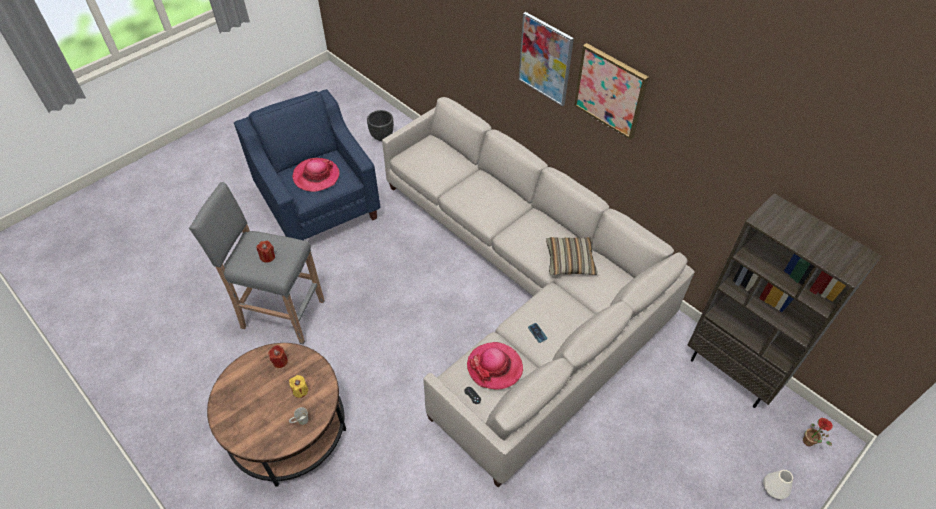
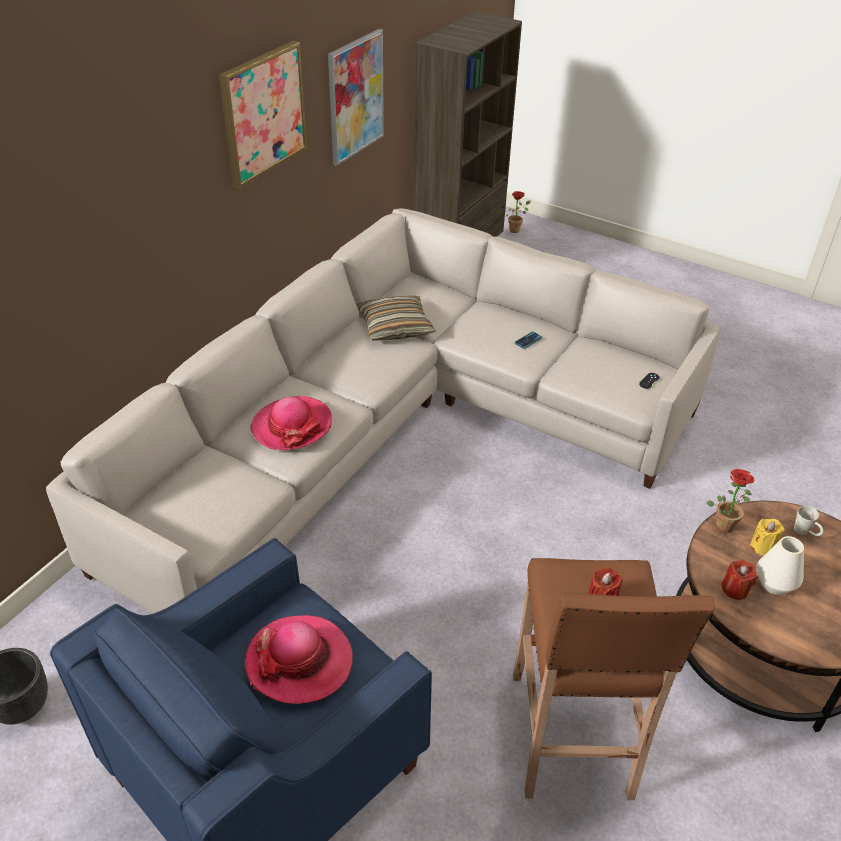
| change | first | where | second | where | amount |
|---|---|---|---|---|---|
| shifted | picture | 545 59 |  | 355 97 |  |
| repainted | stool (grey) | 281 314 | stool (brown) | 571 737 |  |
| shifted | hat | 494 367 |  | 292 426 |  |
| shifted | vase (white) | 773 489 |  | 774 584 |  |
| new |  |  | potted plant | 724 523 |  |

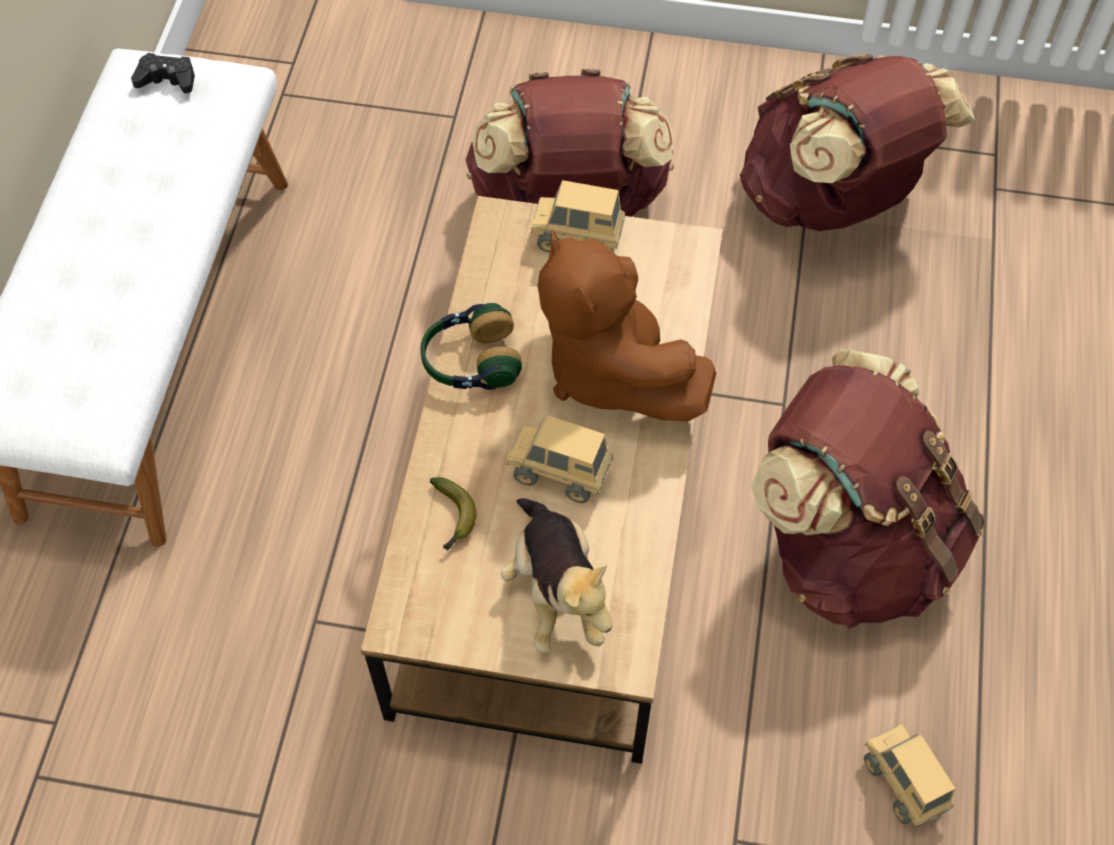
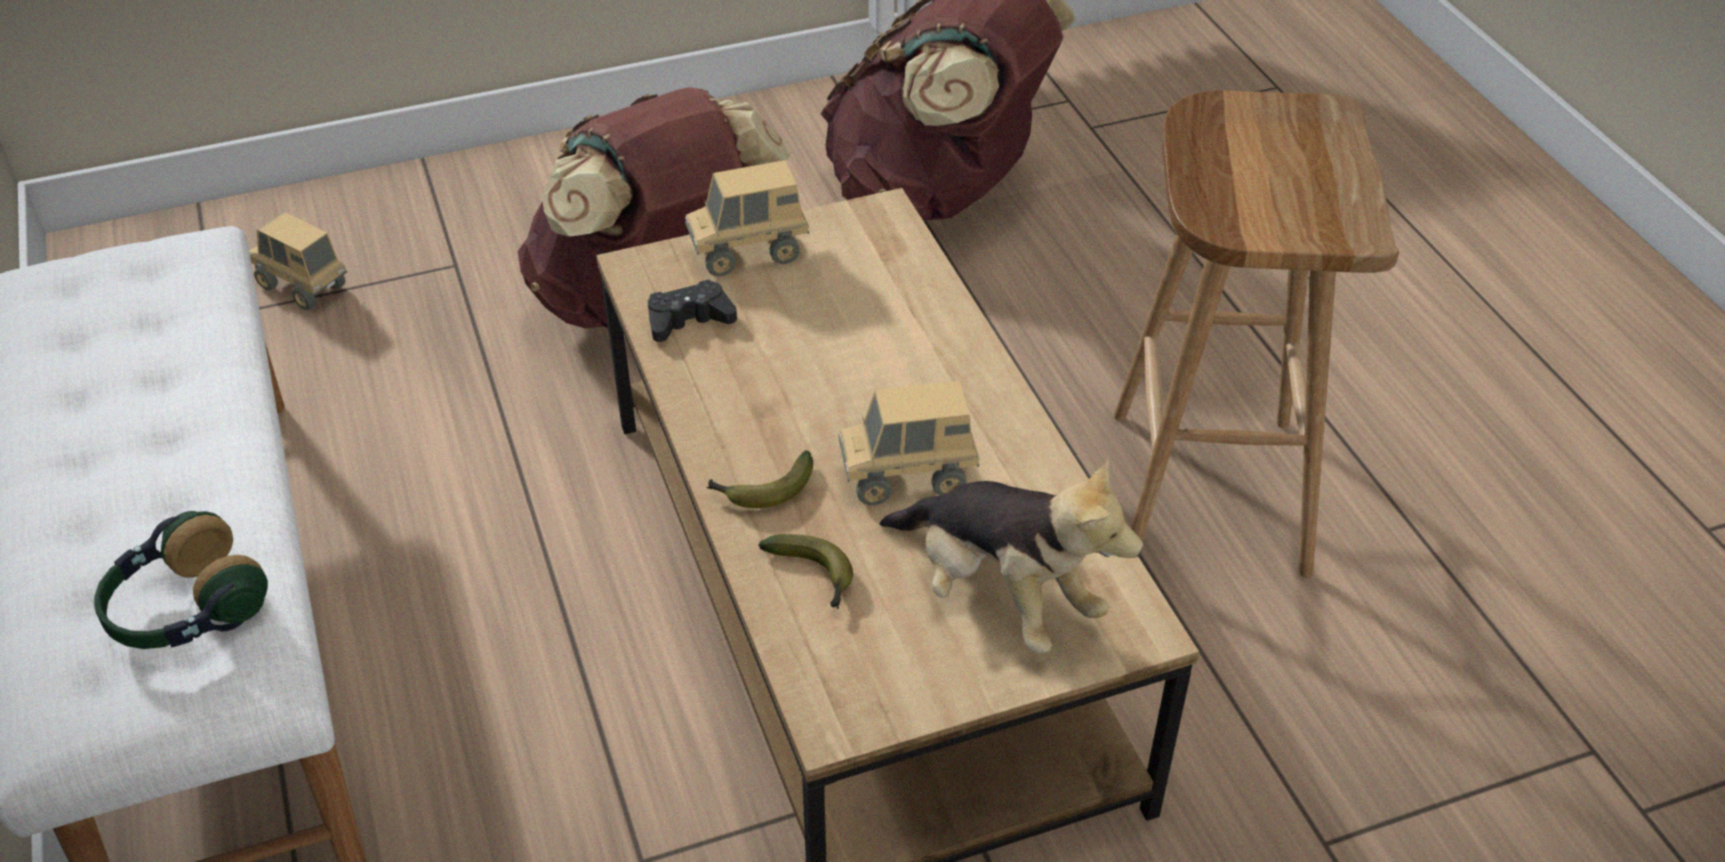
| change | first | where | second | where | amount |
|---|---|---|---|---|---|
| shifted | game controller (black) | 167 79 |  | 689 320 |  |
| gone | plush toy (brown) | 611 368 |  |  |  |
| shifted | headphones | 470 362 |  | 186 610 |  |
| swapped | backpack (brown) | 850 544 | stool (brown) | 1205 489 |  |
| shifted | toy truck | 902 784 |  | 303 287 |  |
| new |  |  | banana | 762 491 |  |

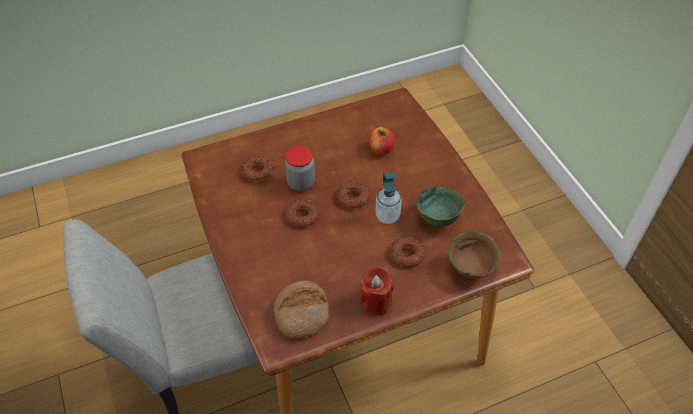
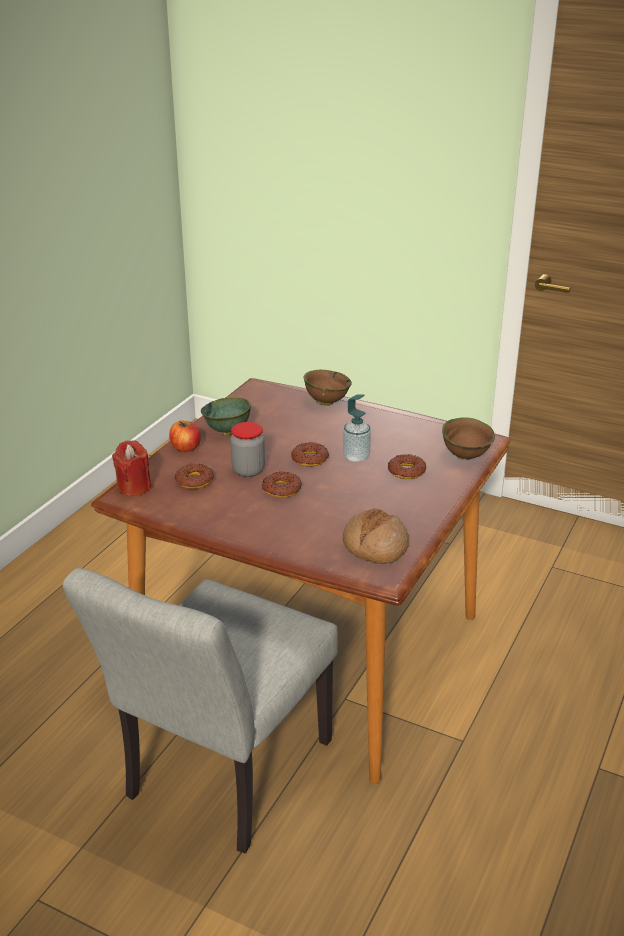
| change | first | where | second | where | amount |
|---|---|---|---|---|---|
| shifted | apple | 381 149 |  | 186 448 |  |
| shifted | bowl (green) | 437 219 |  | 227 432 |  |
| shifted | candle (red) | 375 302 |  | 134 487 |  |
| new |  |  | bowl (brown) | 326 402 |  |

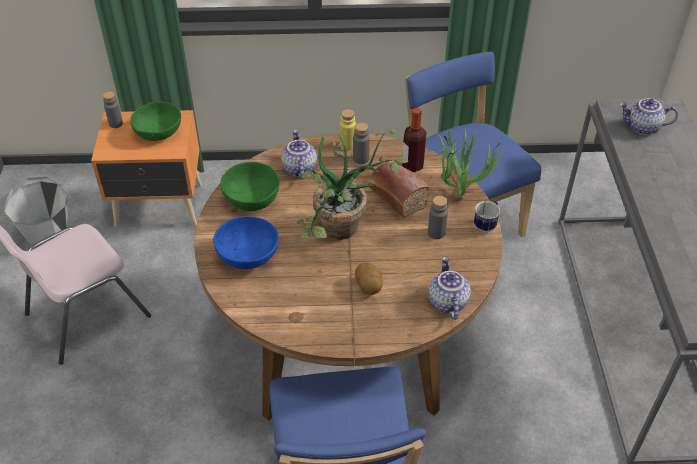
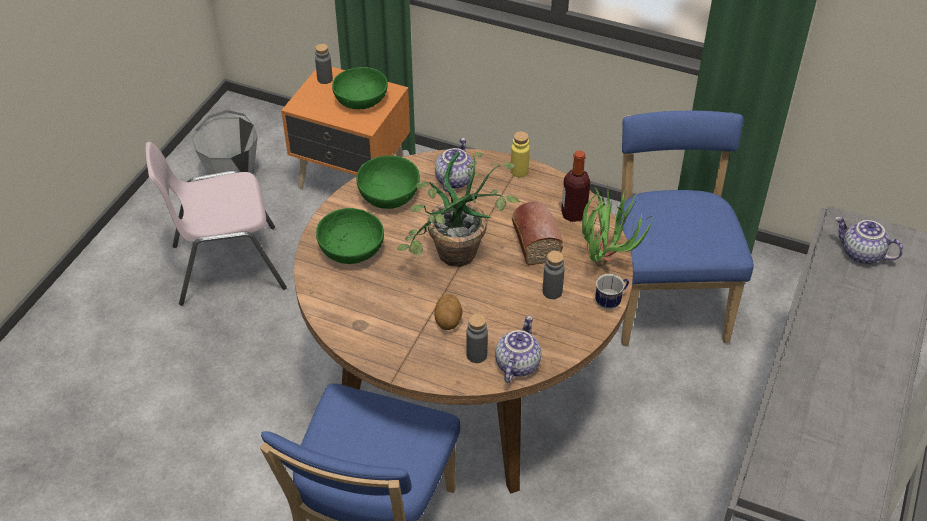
| change | first | where | second | where | amount |
|---|---|---|---|---|---|
| shifted | bottle (grey) | 361 159 |  | 476 355 |  |
| repainted | bowl (blue) | 248 256 | bowl (green) | 351 250 |  |

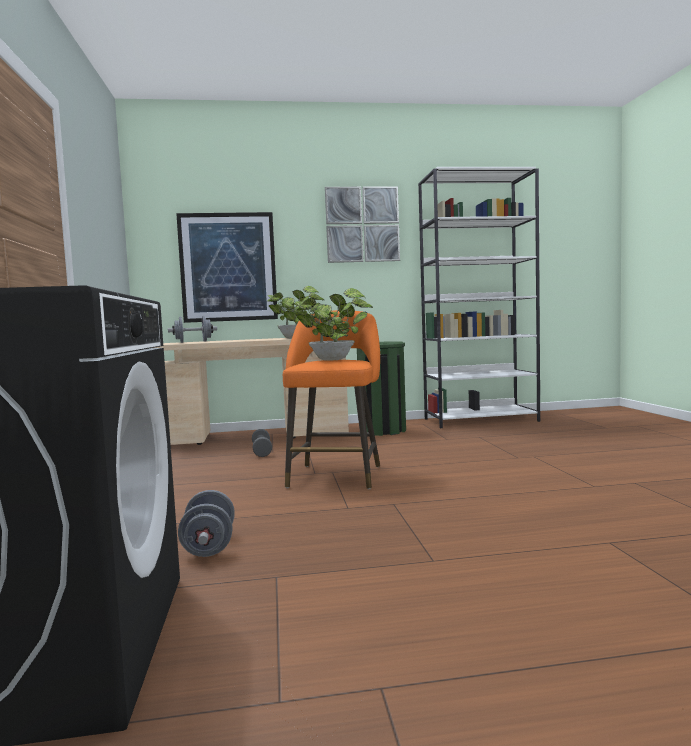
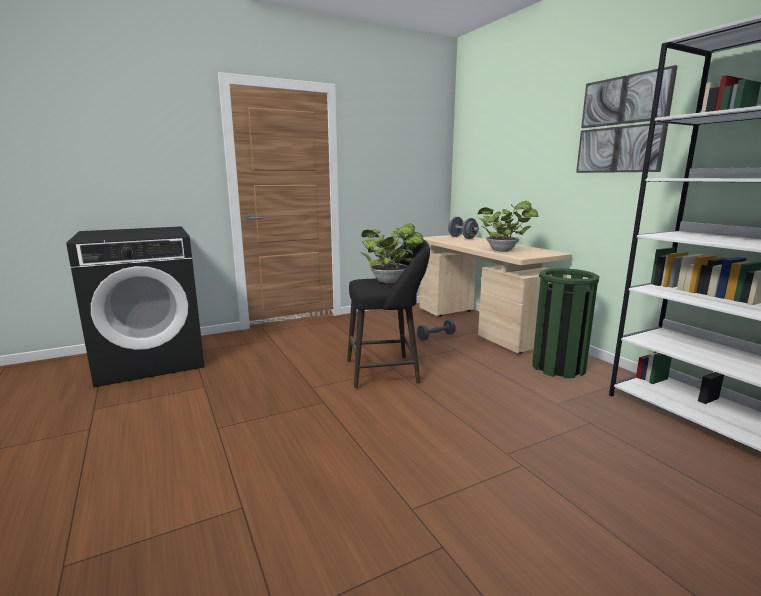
| change | first | where | second | where | amount |
|---|---|---|---|---|---|
| gone | picture | 228 267 |  |  |  |
| repainted | stool (orange) | 336 475 | stool (black) | 387 372 |  |
| gone | dumbbell (grey) | 209 546 |  |  |  |

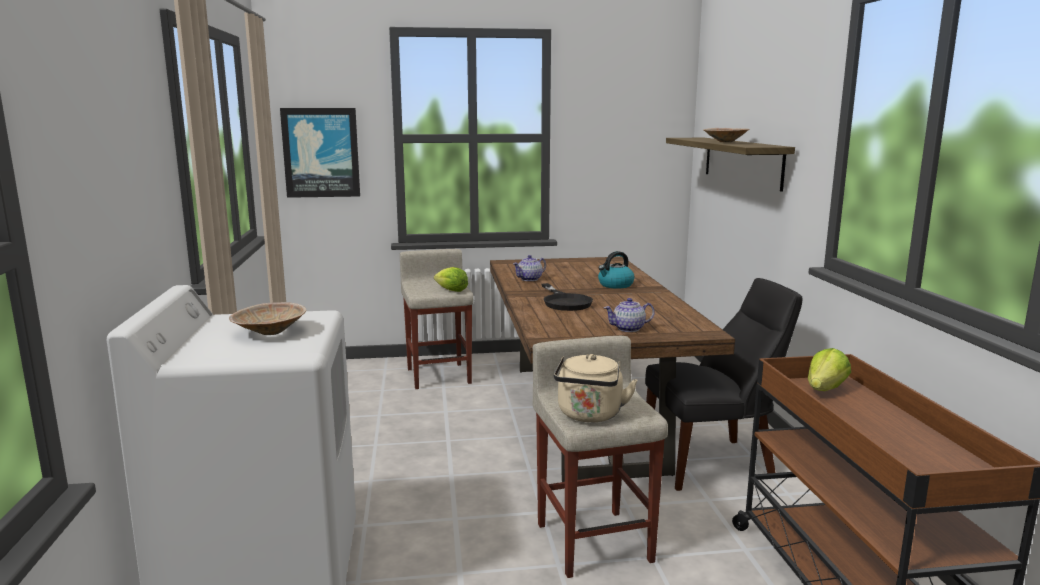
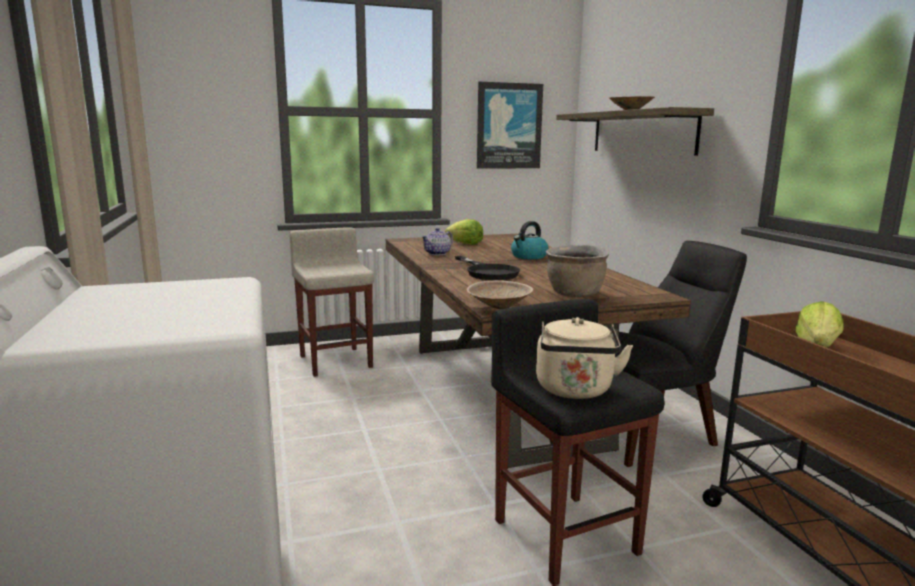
| change | first | where | second | where | amount |
|---|---|---|---|---|---|
| shifted | picture | 321 152 |  | 509 126 |  |
| shifted | lettuce | 451 290 |  | 465 244 |  |
| swapped | teapot | 629 329 | cooking pot (brown) | 575 295 |  |
| shifted | bowl (beige) | 269 333 |  | 498 307 |  |
| repainted | stool (beige) | 593 541 | stool (black) | 564 535 |  |

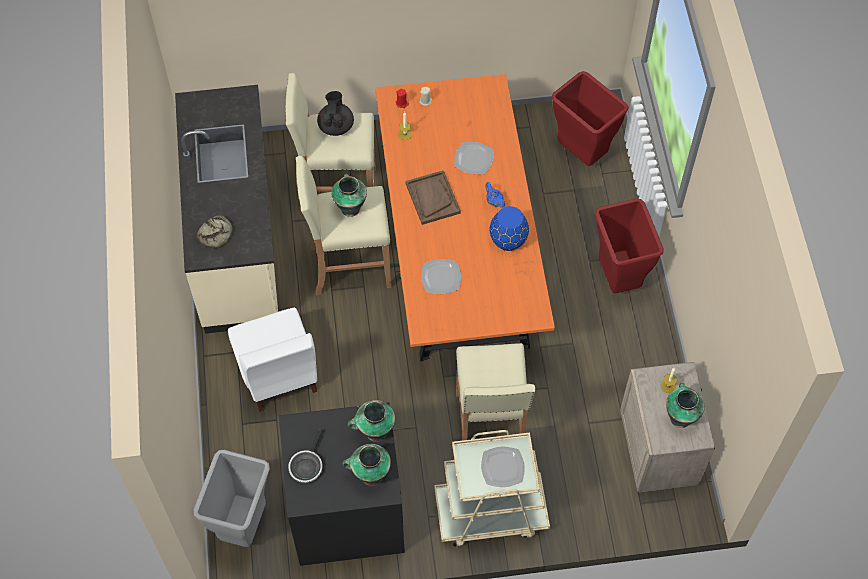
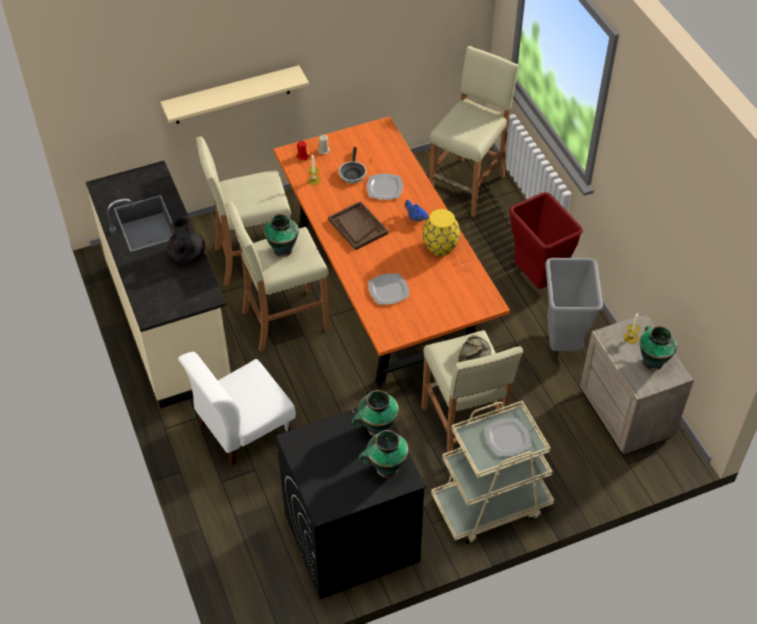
| change | first | where | second | where | amount |
|---|---|---|---|---|---|
| swapped | trash can (red) | 582 154 | stool (beige) | 468 186 |  |
| shifted | teapot (black) | 336 126 |  | 187 254 |  |
| repainted | vase (blue) | 508 240 | vase (yellow) | 441 247 |  |
| shifted | bread | 216 234 |  | 475 354 |  |
| rotated | chair (white) | 278 373 |  | 243 428 | 90 degrees clockwise |
| shifted | frying pan | 306 465 |  | 352 173 |  |
| shifted | trash can (grey) | 244 527 |  | 563 343 |  |
| new |  |  | shelf (beige) | 232 95 |  |

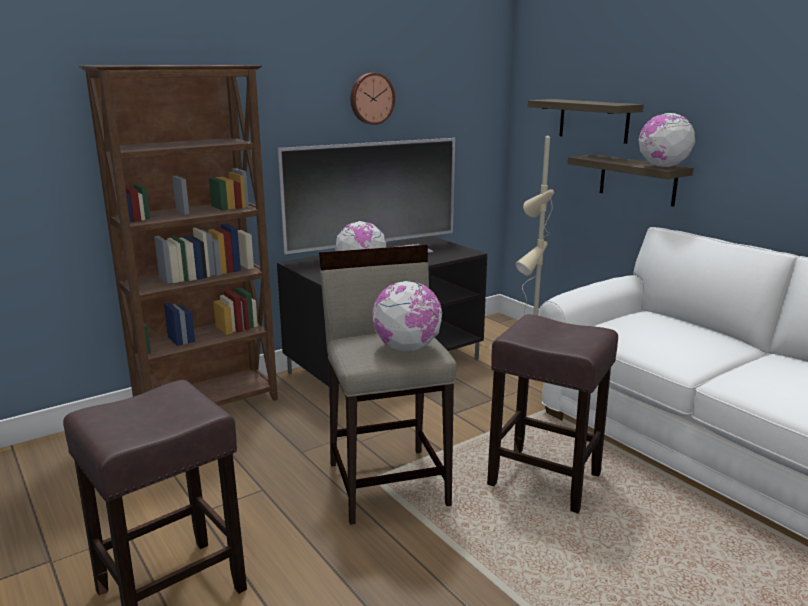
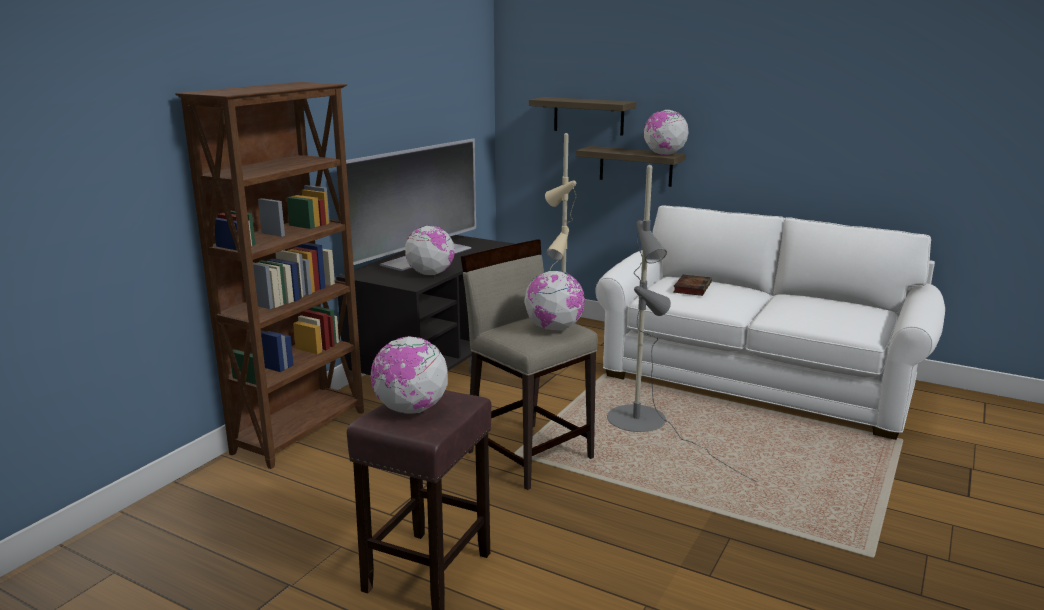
| change | first | where | second | where | amount |
|---|---|---|---|---|---|
| gone | wall clock | 371 98 |  |  |  |
| swapped | stool (brown) | 546 480 | floor lamp (grey) | 646 424 |  |
| new |  |  | book | 692 288 |  |
| new |  |  | globe | 411 410 |  |

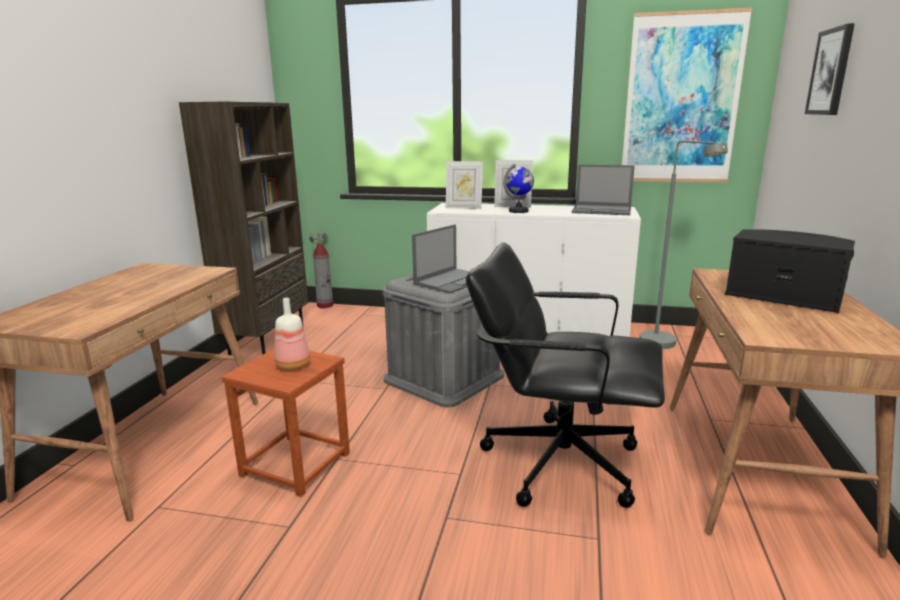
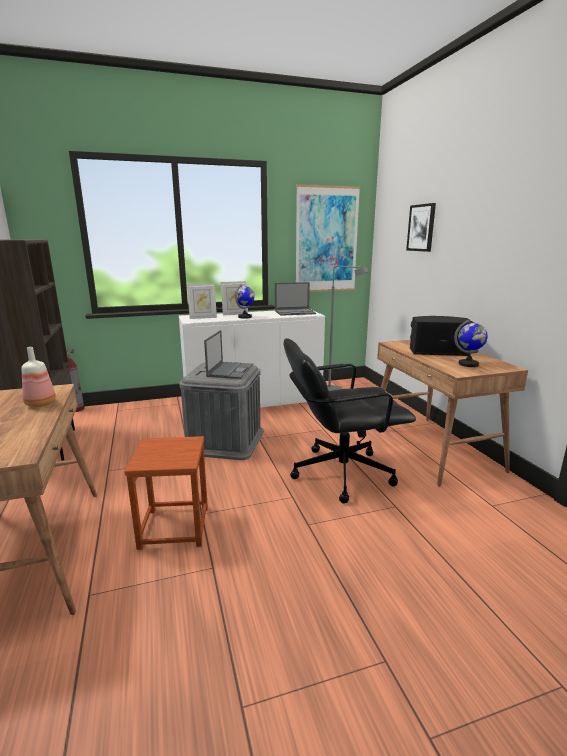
| change | first | where | second | where | amount |
|---|---|---|---|---|---|
| shifted | bottle | 294 366 |  | 41 404 |  |
| new |  |  | globe | 468 364 |  |

